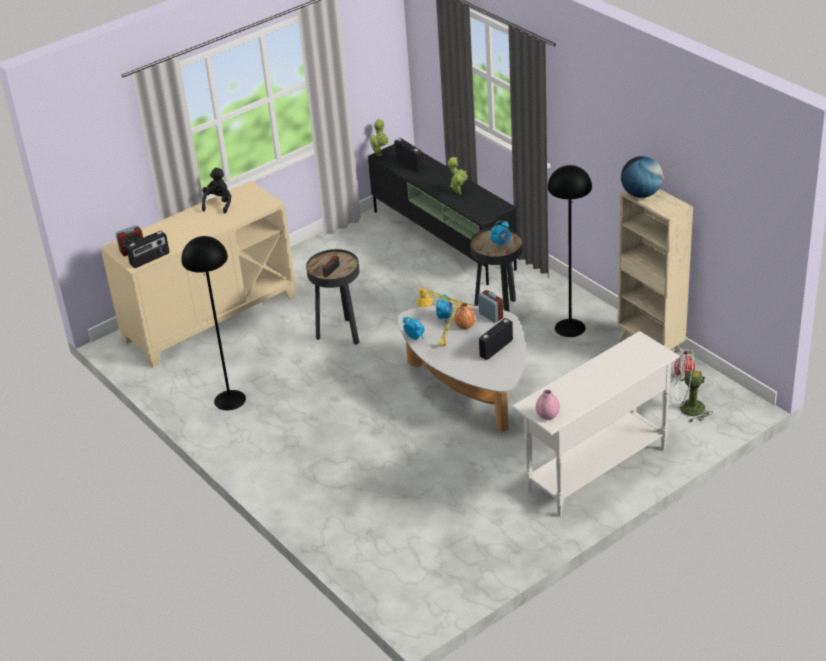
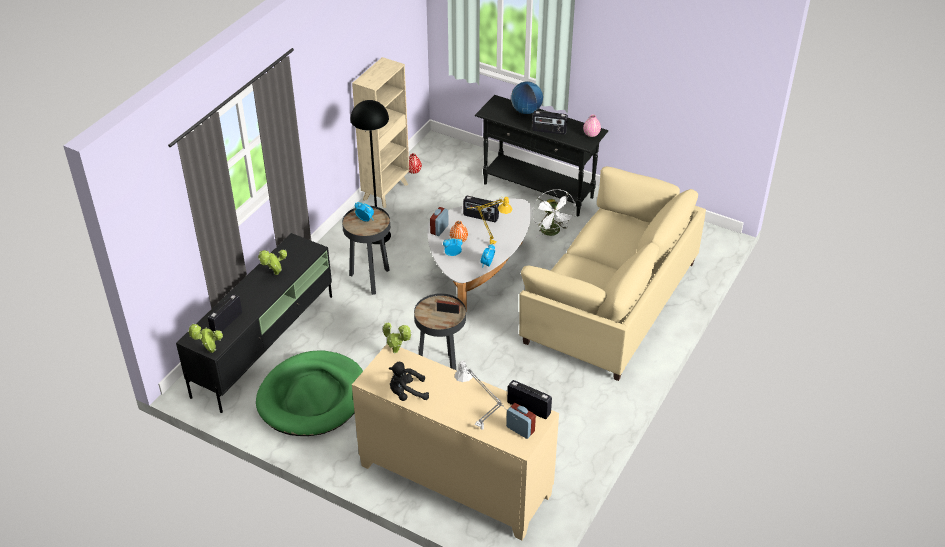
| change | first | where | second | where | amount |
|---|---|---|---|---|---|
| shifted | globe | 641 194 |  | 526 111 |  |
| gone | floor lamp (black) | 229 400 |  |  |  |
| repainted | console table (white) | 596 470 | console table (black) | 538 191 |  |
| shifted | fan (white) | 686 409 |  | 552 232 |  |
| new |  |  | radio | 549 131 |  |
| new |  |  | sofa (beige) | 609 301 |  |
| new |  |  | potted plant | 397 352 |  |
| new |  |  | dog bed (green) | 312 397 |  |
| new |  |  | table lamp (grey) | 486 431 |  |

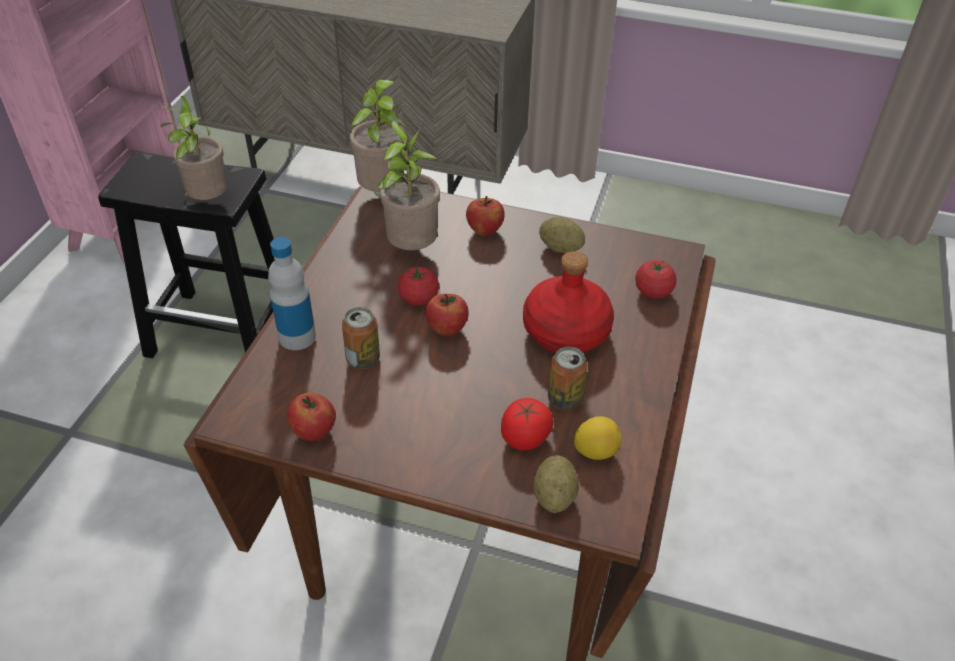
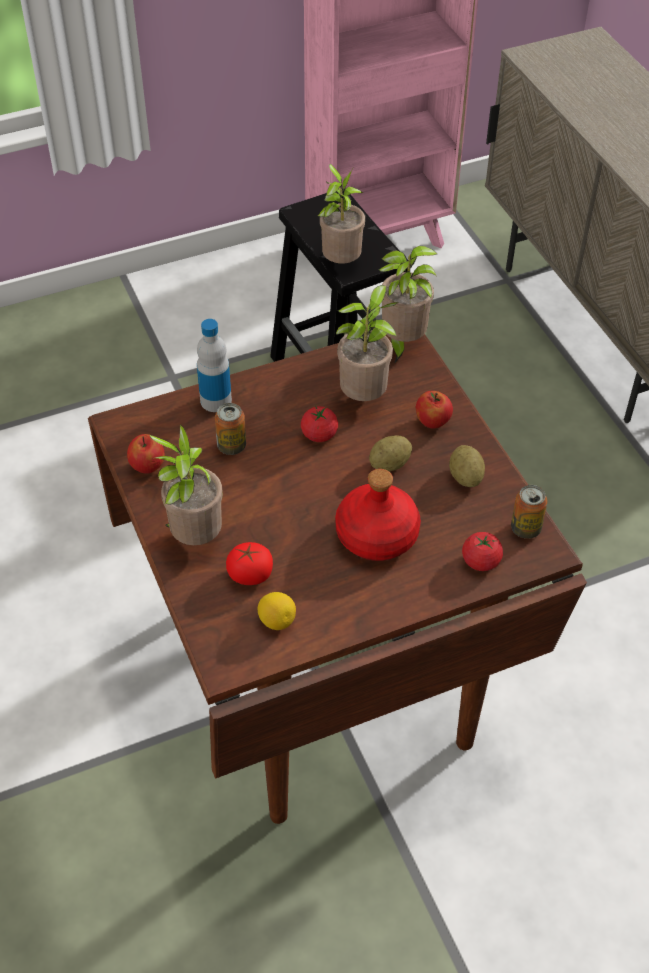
| change | first | where | second | where | amount |
|---|---|---|---|---|---|
| gone | apple | 447 329 |  |  |  |
| shifted | can | 564 399 |  | 525 528 |  |
| shifted | potato | 554 496 |  | 389 464 |  |
| new |  |  | potted plant | 194 537 |  |

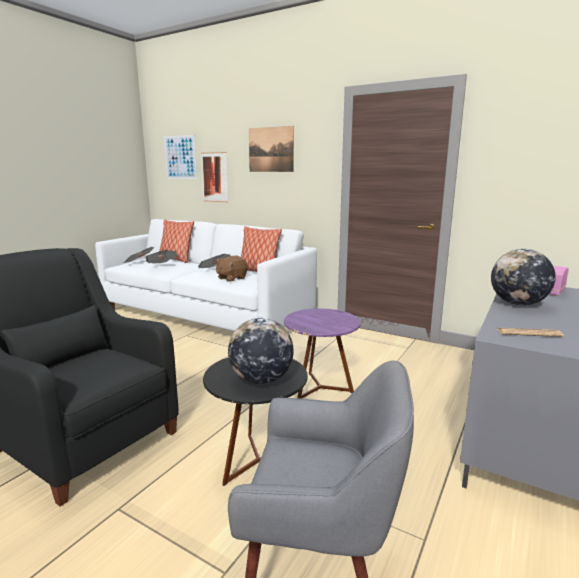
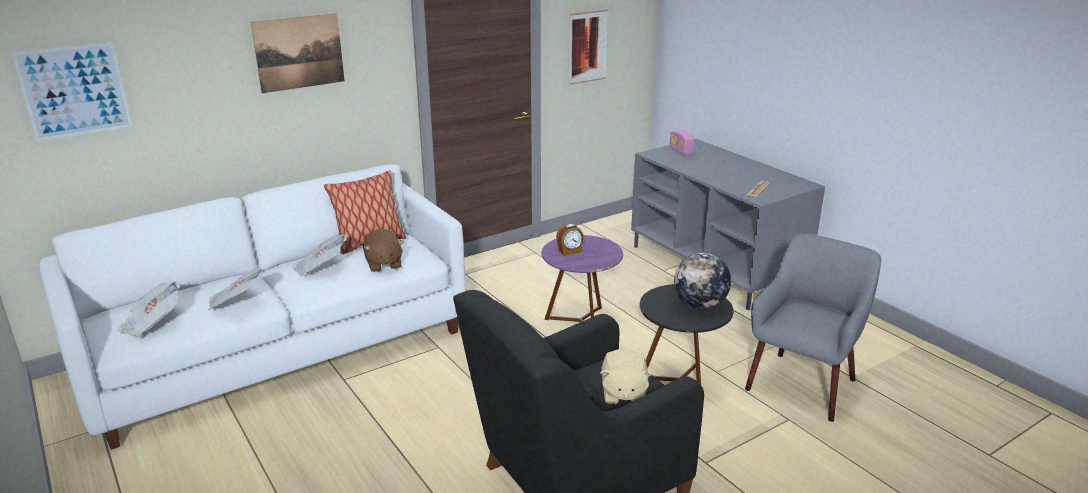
| change | first | where | second | where | amount |
|---|---|---|---|---|---|
| shifted | picture | 214 177 |  | 587 47 |  |
| gone | pillow | 176 260 |  |  |  |
| gone | globe | 518 304 |  |  |  |
| new |  |  | alarm clock | 569 251 |  |
| new |  |  | plush toy (beige) | 623 393 |  |

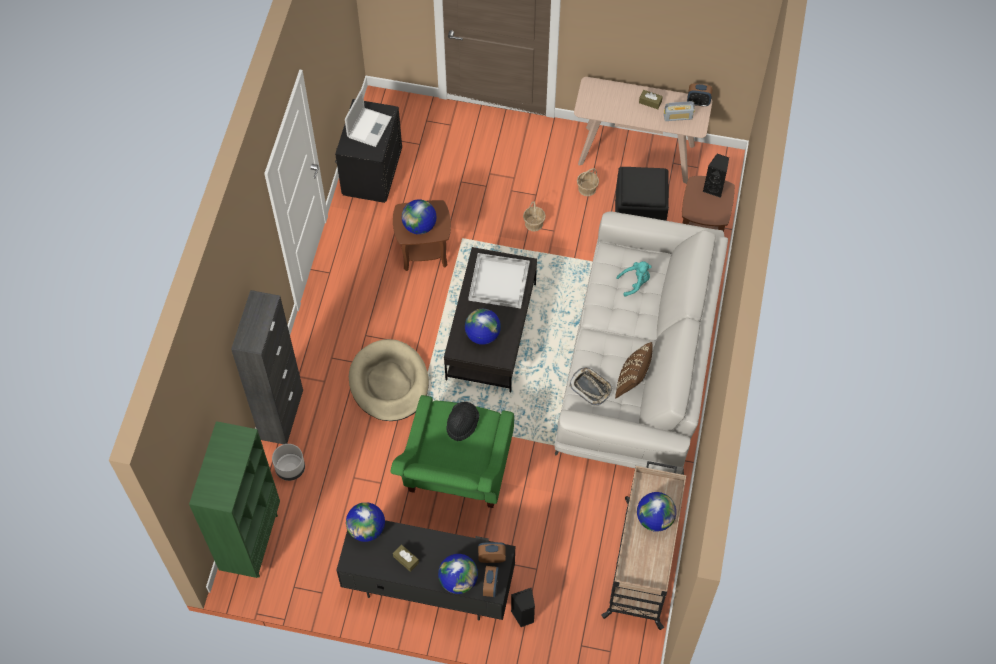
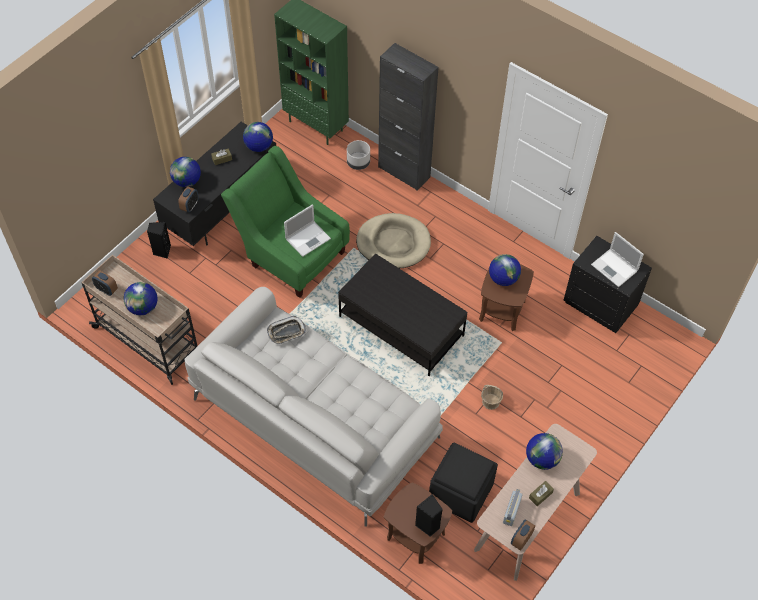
| change | first | where | second | where | amount |
|---|---|---|---|---|---|
| gone | basket | 587 188 |  |  |  |
| gone | tray (white) | 499 281 |  |  |  |
| gone | plush toy (turquoise) | 635 282 |  |  |  |
| shifted | globe | 482 335 |  | 542 459 |  |
| gone | pillow (brown) | 632 381 |  |  |  |
| swapped | hat (black) | 462 424 | laptop | 308 238 |  |
| shifted | alarm clock | 490 586 |  | 106 289 |  |

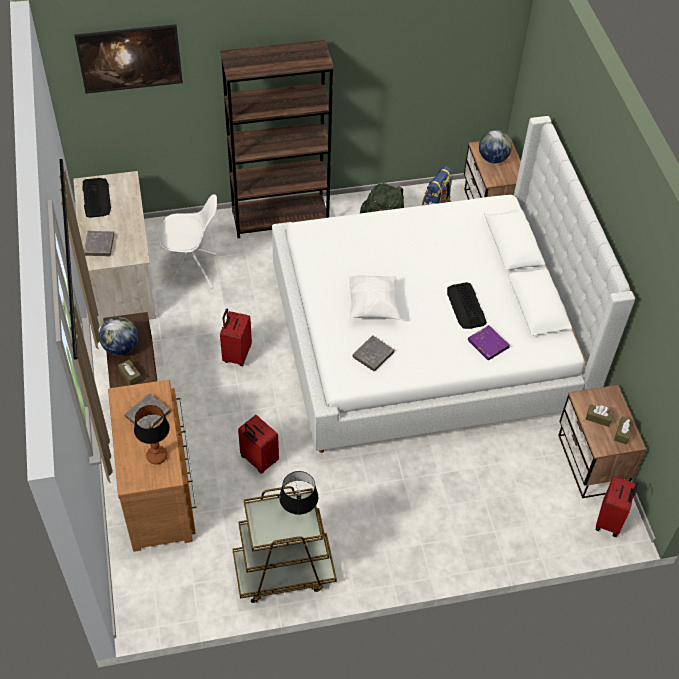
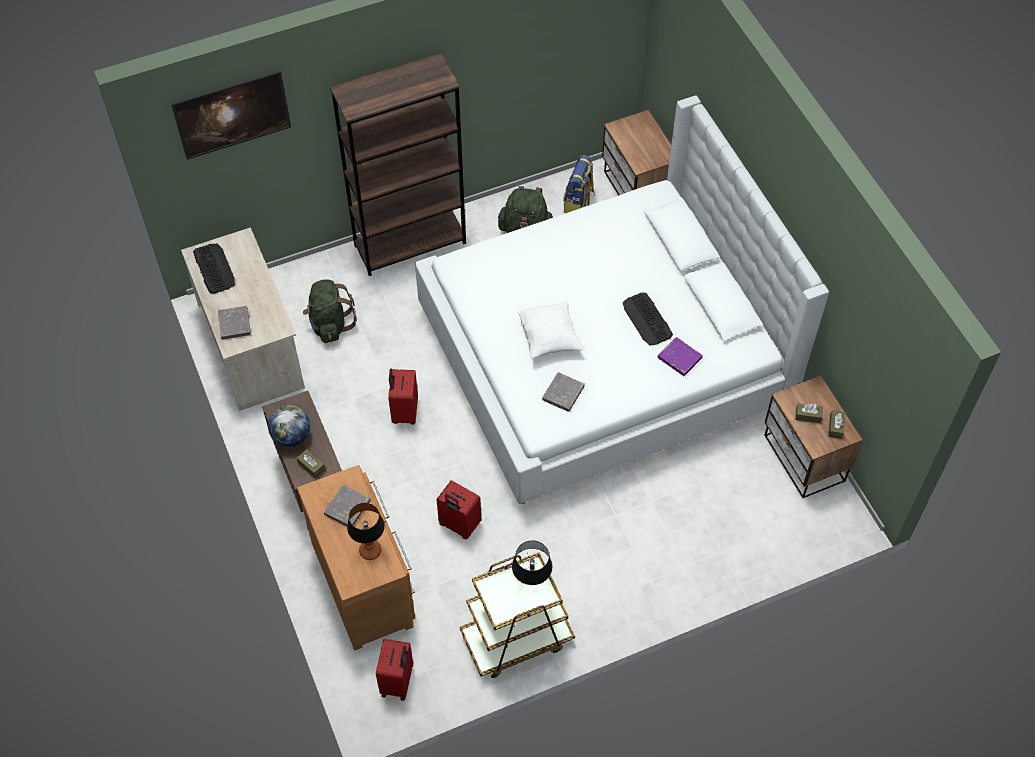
| change | first | where | second | where | amount |
|---|---|---|---|---|---|
| gone | globe | 493 158 |  |  |  |
| swapped | chair (white) | 193 271 | backpack (green) | 330 324 |  |
| shifted | suitcase (red) | 610 521 |  | 398 682 |  |

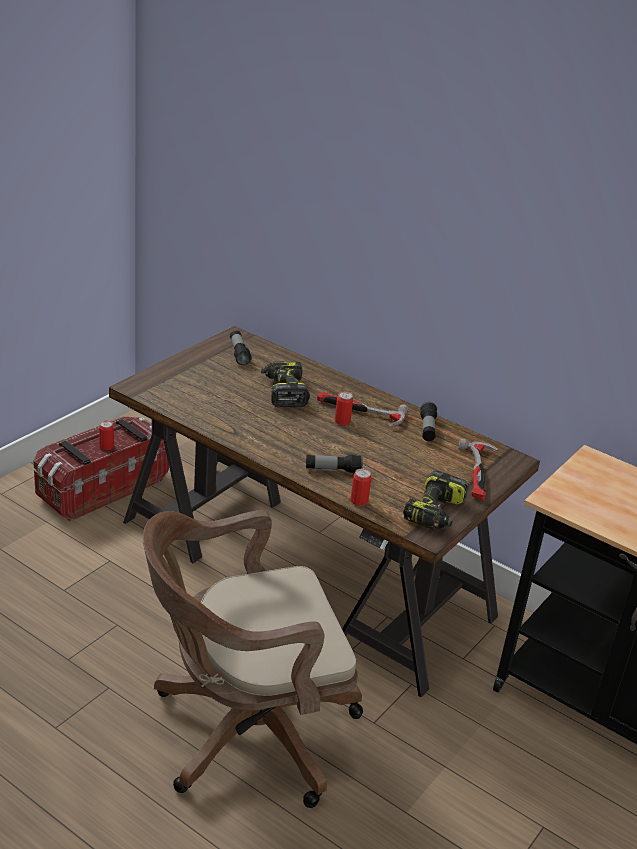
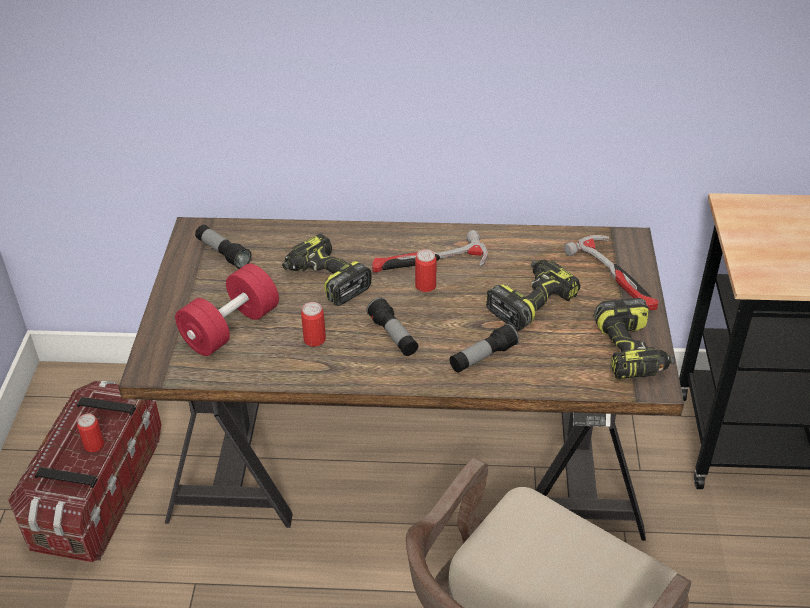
| change | first | where | second | where | amount |
|---|---|---|---|---|---|
| shifted | flashlight | 427 429 |  | 393 335 |  |
| shifted | can | 359 501 |  | 314 339 |  |
| new |  |  | power drill | 531 302 |  |
| new |  |  | dumbbell (red) | 230 328 |  |

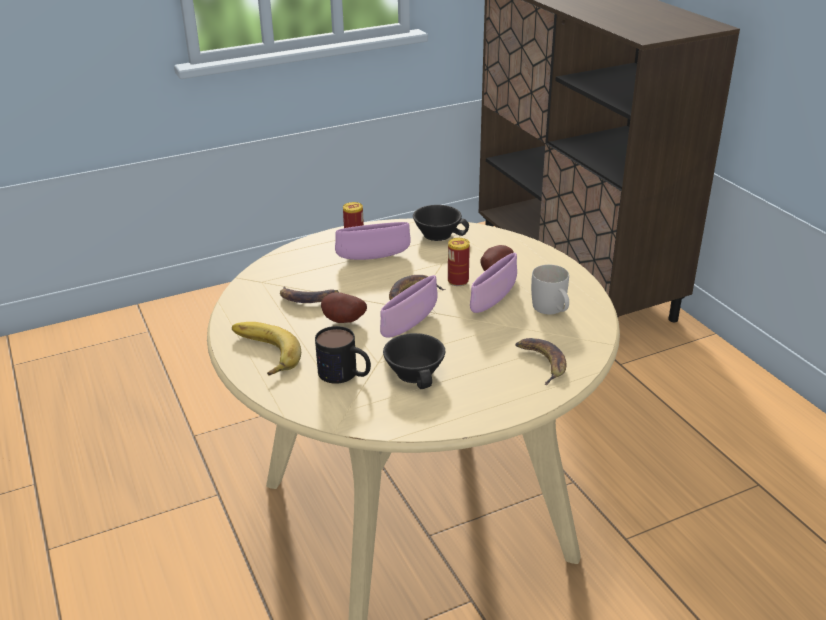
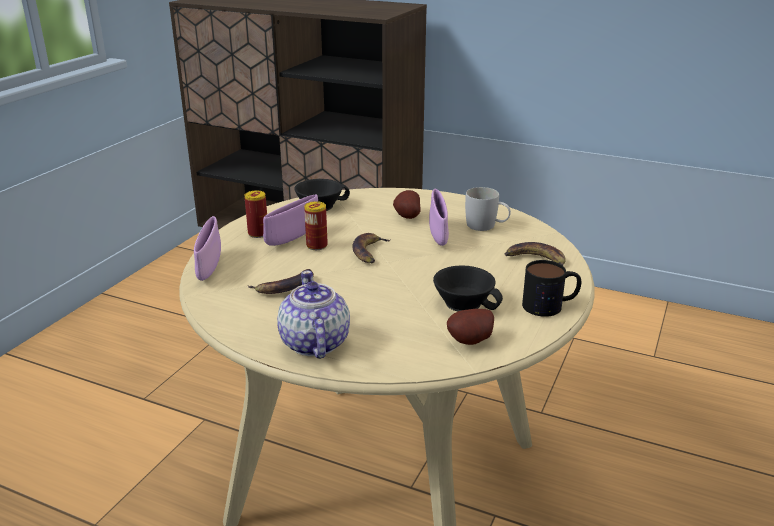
| change | first | where | second | where | amount |
|---|---|---|---|---|---|
| shifted | can | 458 281 |  | 317 246 |  |
| shifted | bowl (purple) | 409 325 |  | 209 267 |  |
| shifted | potato | 343 321 |  | 472 342 |  |
| swapped | banana | 261 354 | teapot | 314 344 |  |
| shifted | mug | 345 374 |  | 551 305 |  |

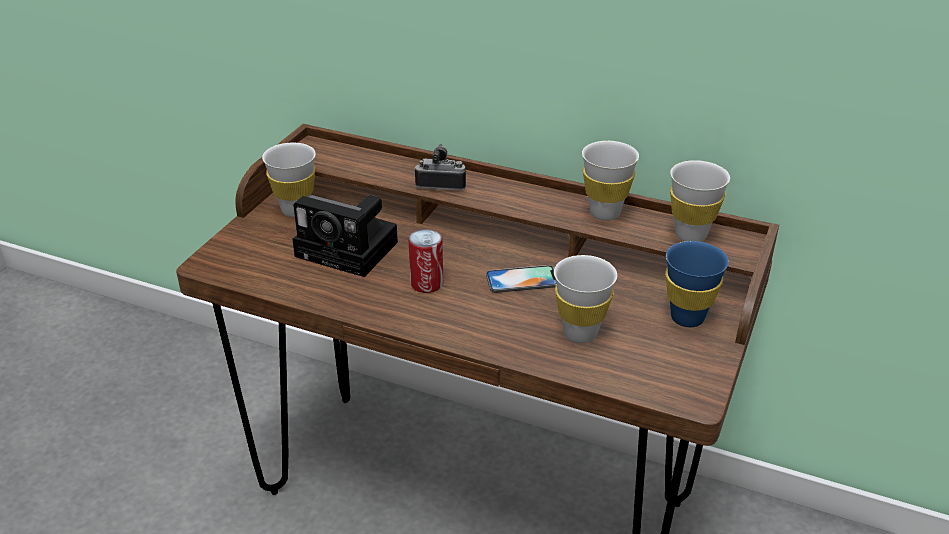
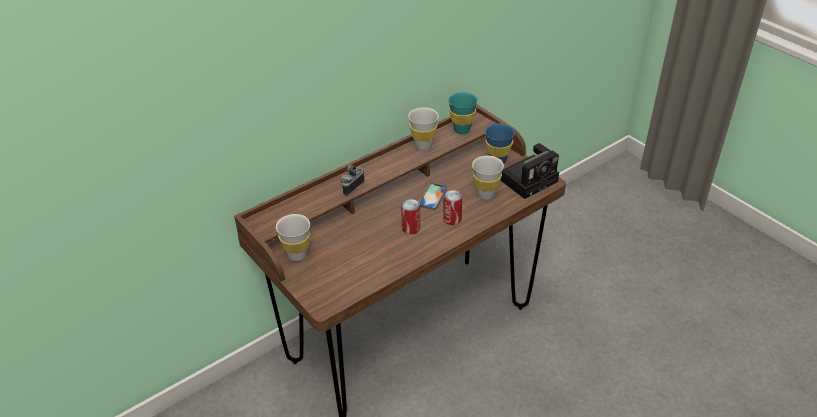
| change | first | where | second | where | amount |
|---|---|---|---|---|---|
| repainted | cup (white) | 690 235 | cup (turquoise) | 462 130 |  |
| shifted | photo camera | 351 250 |  | 530 179 |  |
| new |  |  | can | 452 219 |  |

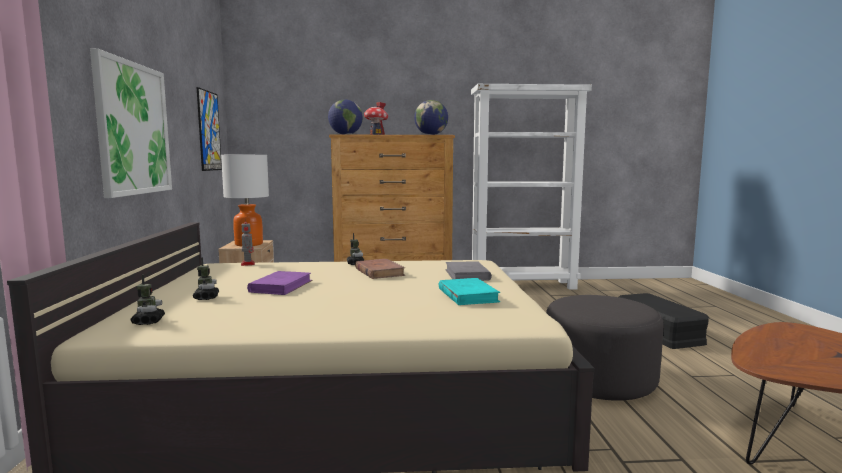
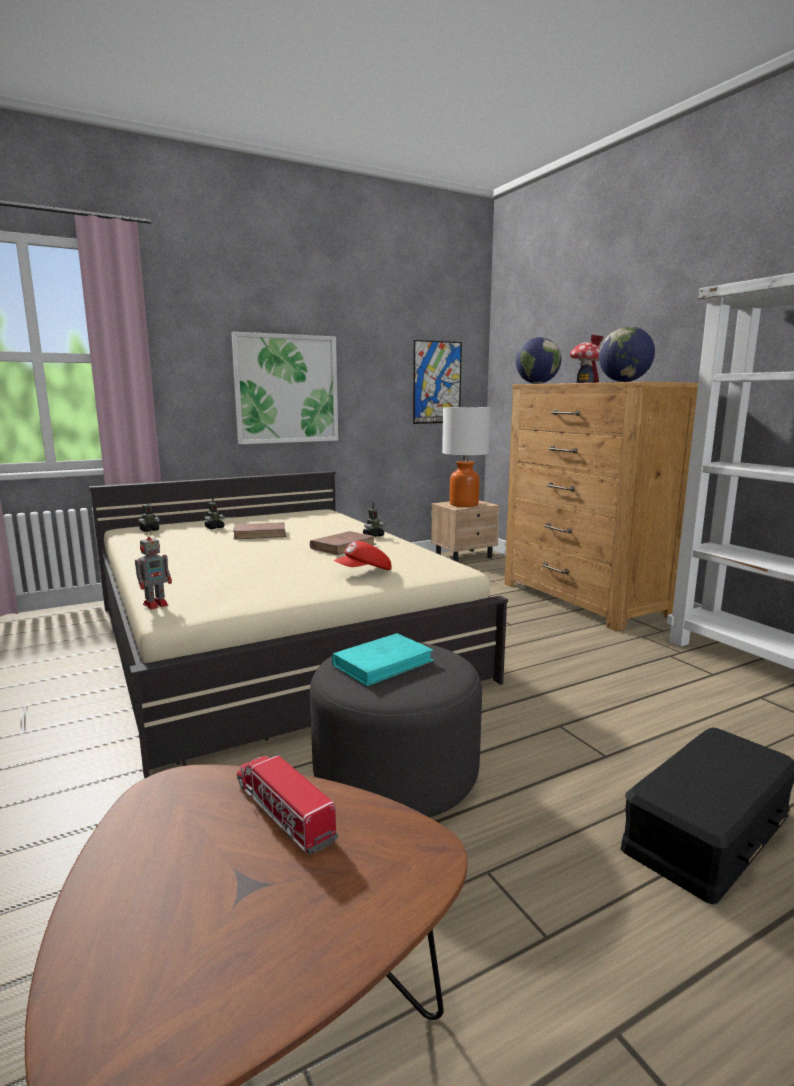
| change | first | where | second | where | amount |
|---|---|---|---|---|---|
| shifted | toy robot | 248 264 |  | 157 604 |  |
| swapped | book (grey) | 467 275 | cap (red) | 364 572 |  |
| repainted | book (purple) | 281 286 | book (brown) | 260 534 |  |
| shifted | book (turquoise) | 467 295 |  | 383 663 |  |
| new |  |  | toy truck | 283 811 |  |

